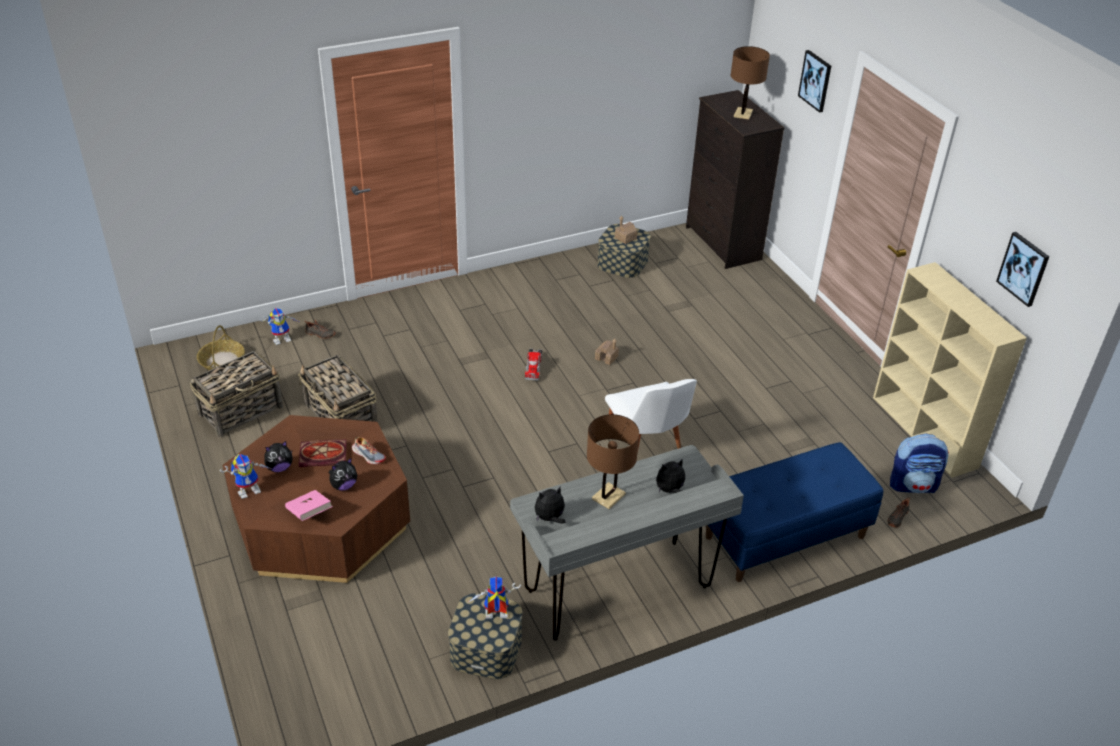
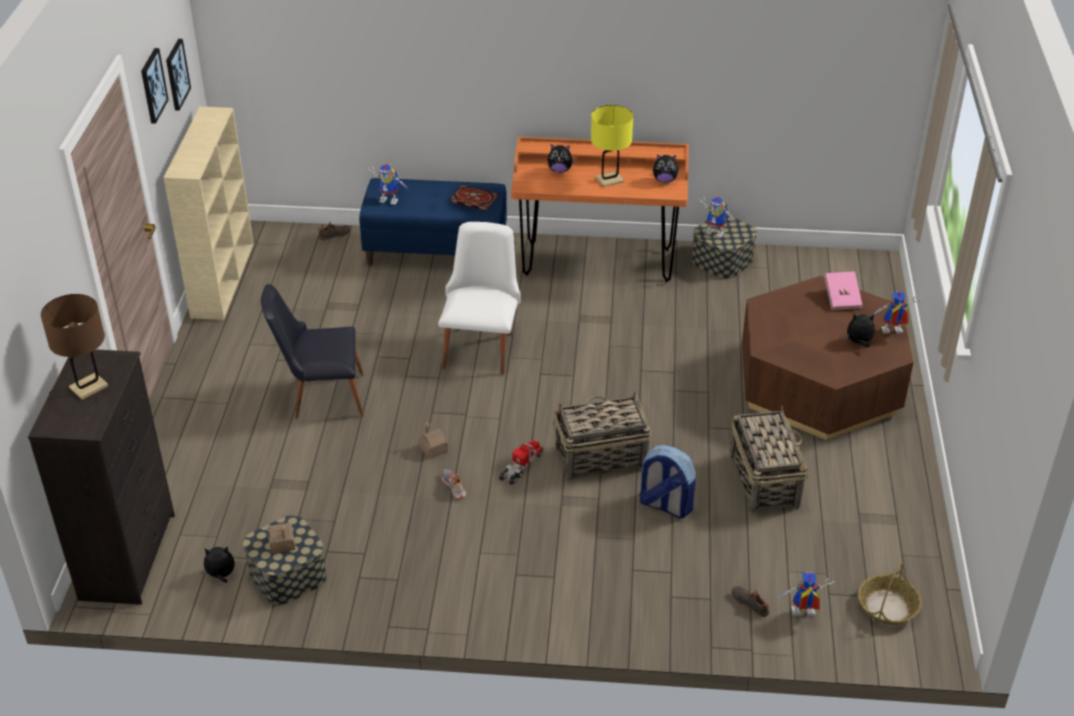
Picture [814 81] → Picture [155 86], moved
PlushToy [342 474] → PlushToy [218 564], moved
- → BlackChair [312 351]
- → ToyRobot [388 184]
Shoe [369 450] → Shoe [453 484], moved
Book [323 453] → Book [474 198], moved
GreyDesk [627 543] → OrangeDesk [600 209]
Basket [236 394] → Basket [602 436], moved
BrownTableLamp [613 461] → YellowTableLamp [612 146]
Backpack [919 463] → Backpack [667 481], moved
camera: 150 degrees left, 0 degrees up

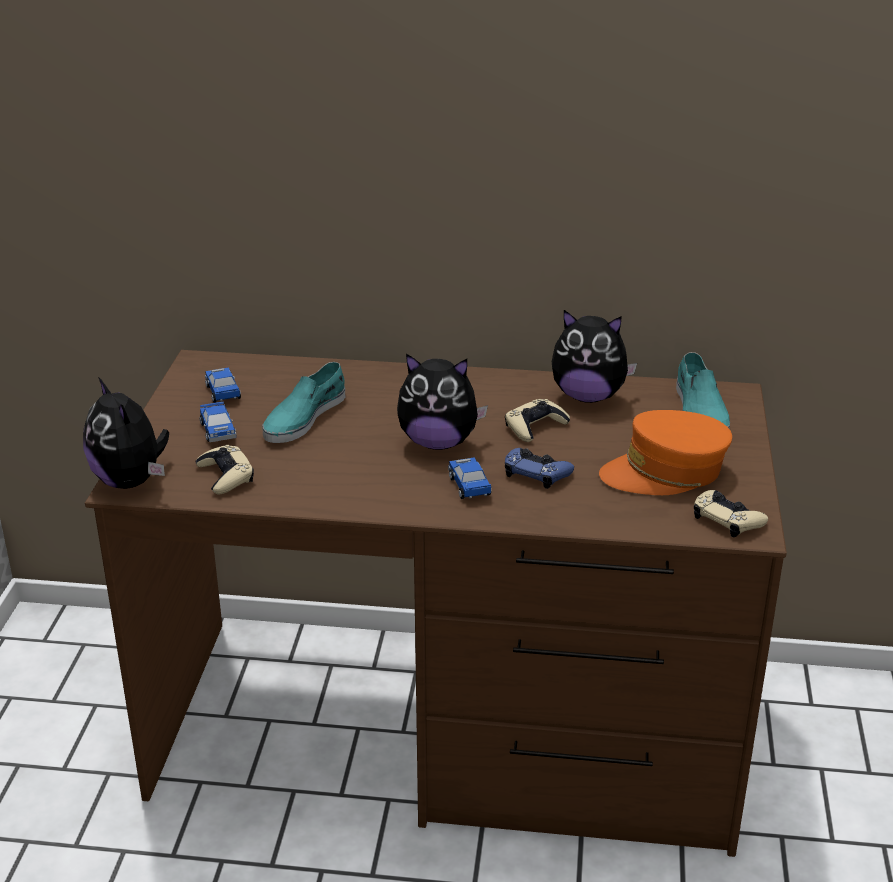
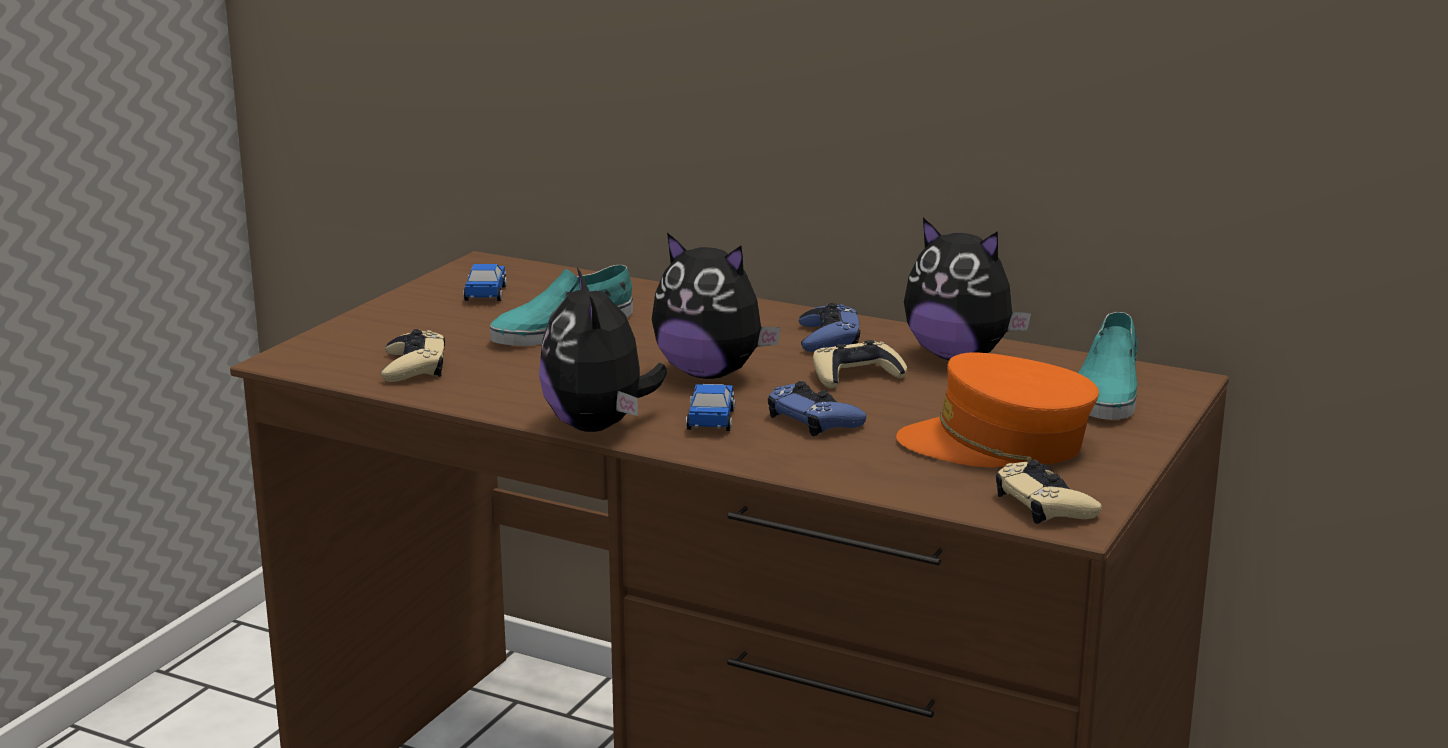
PlushToy [126 433] → PlushToy [603 350], moved
- → BlueGameController [829 327]
ToyCar [218 422] → -
camera: 20 degrees right, 10 degrees down

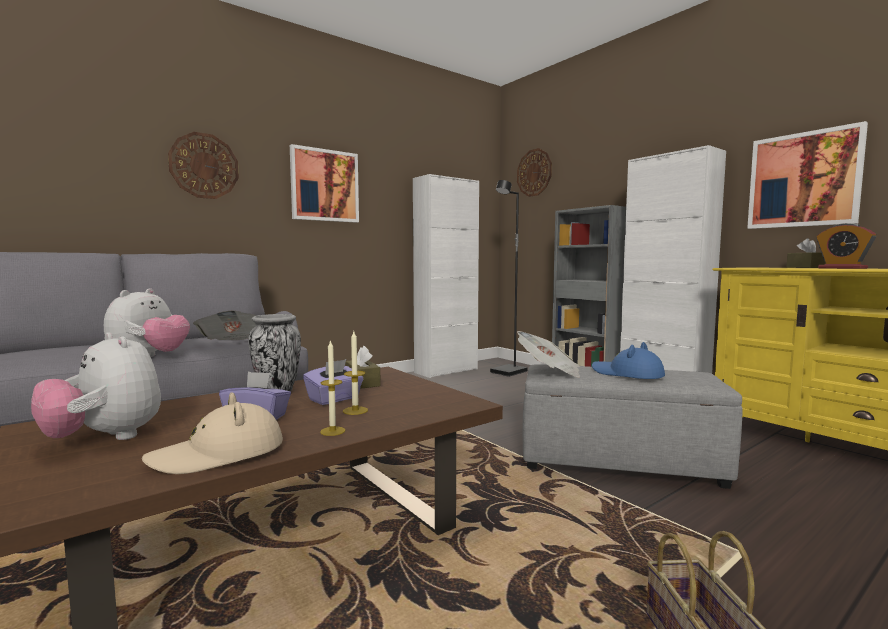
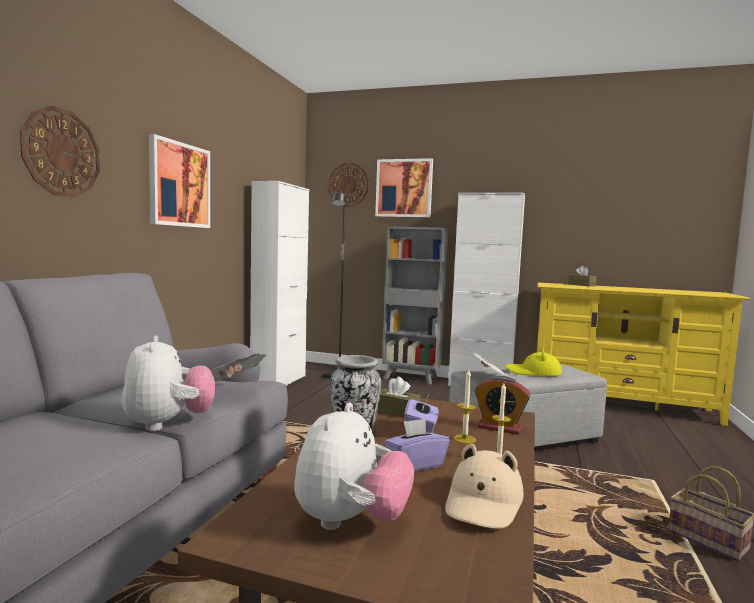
PlushToy [96 386] → PlushToy [354 466], 75 degrees counterclockwise
Picture [807 175] → Picture [404 187], moved
AlarmClock [846 246] → AlarmClock [502 405], moved
BlueHat [628 360] → YellowHat [533 362]
camera: 35 degrees left, 0 degrees up

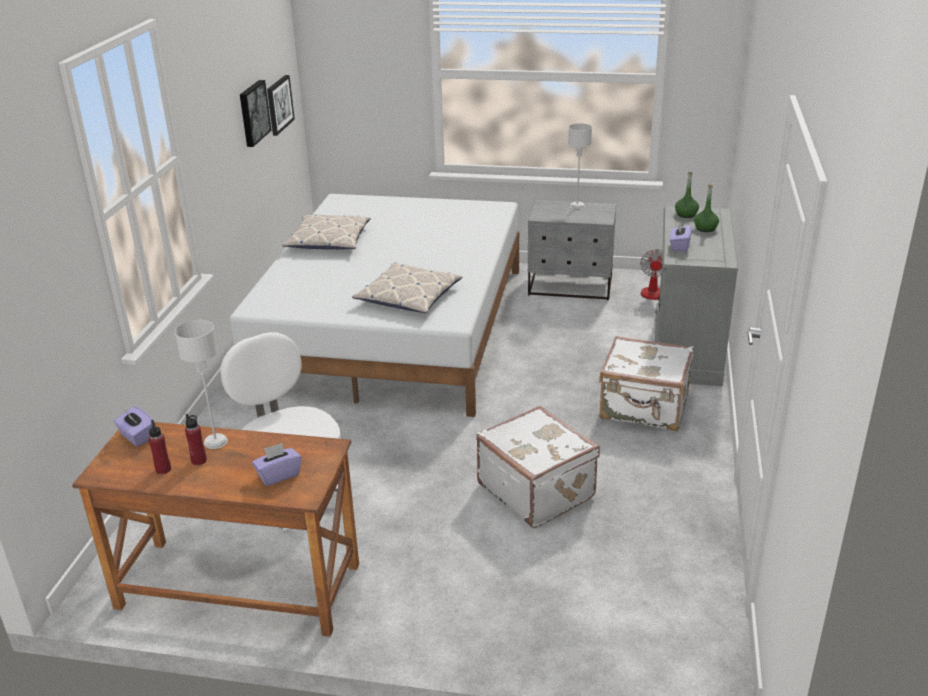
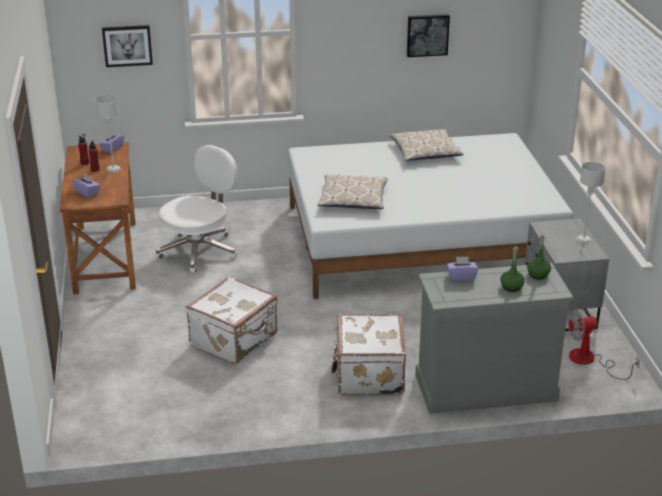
Picture [281 105] → Picture [127 46], moved
camera: 70 degrees right, 0 degrees up

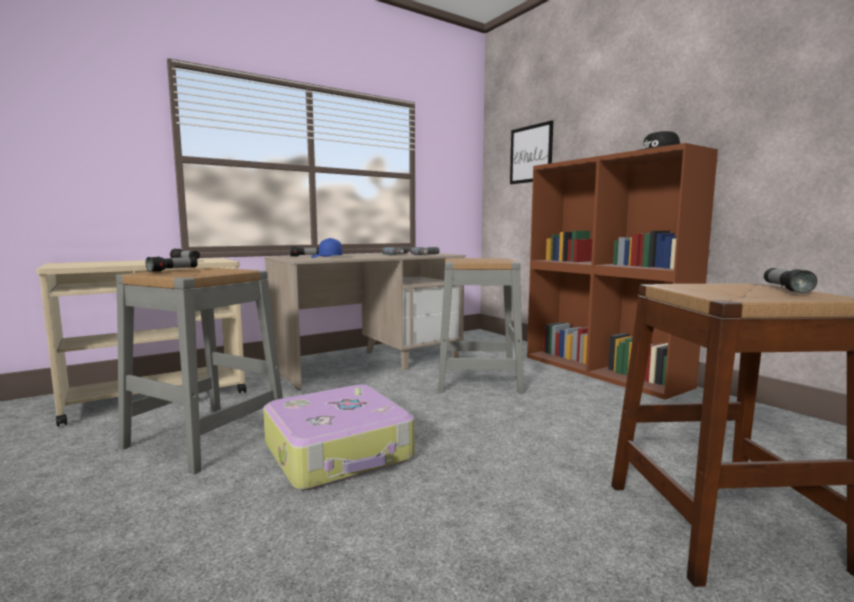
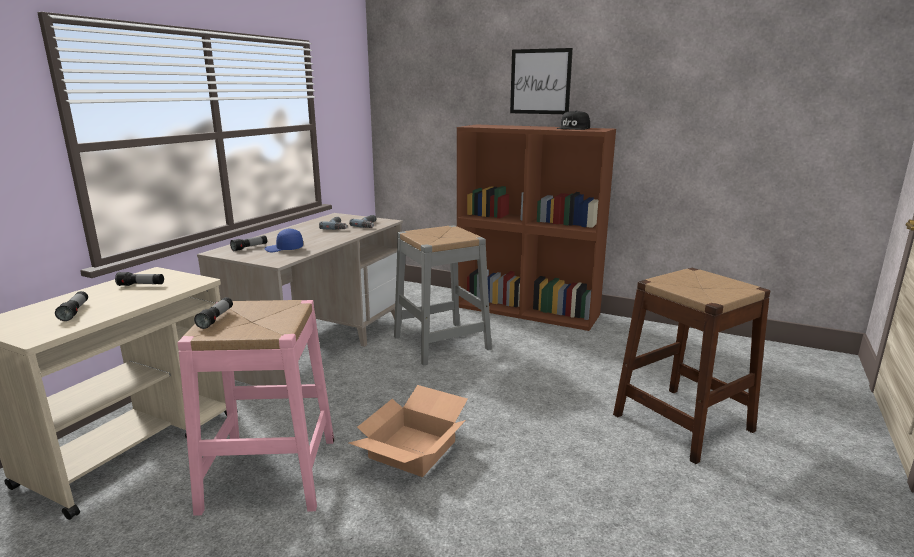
Flashlight [790 280] → Flashlight [71 306], moved
GreyStool [199 371] → PinkStool [255 408]
Suitcase [338 437] → CardboardBox [408 431]
Picture [531 152] → Picture [541 81], moved
camera: 30 degrees left, 10 degrees up

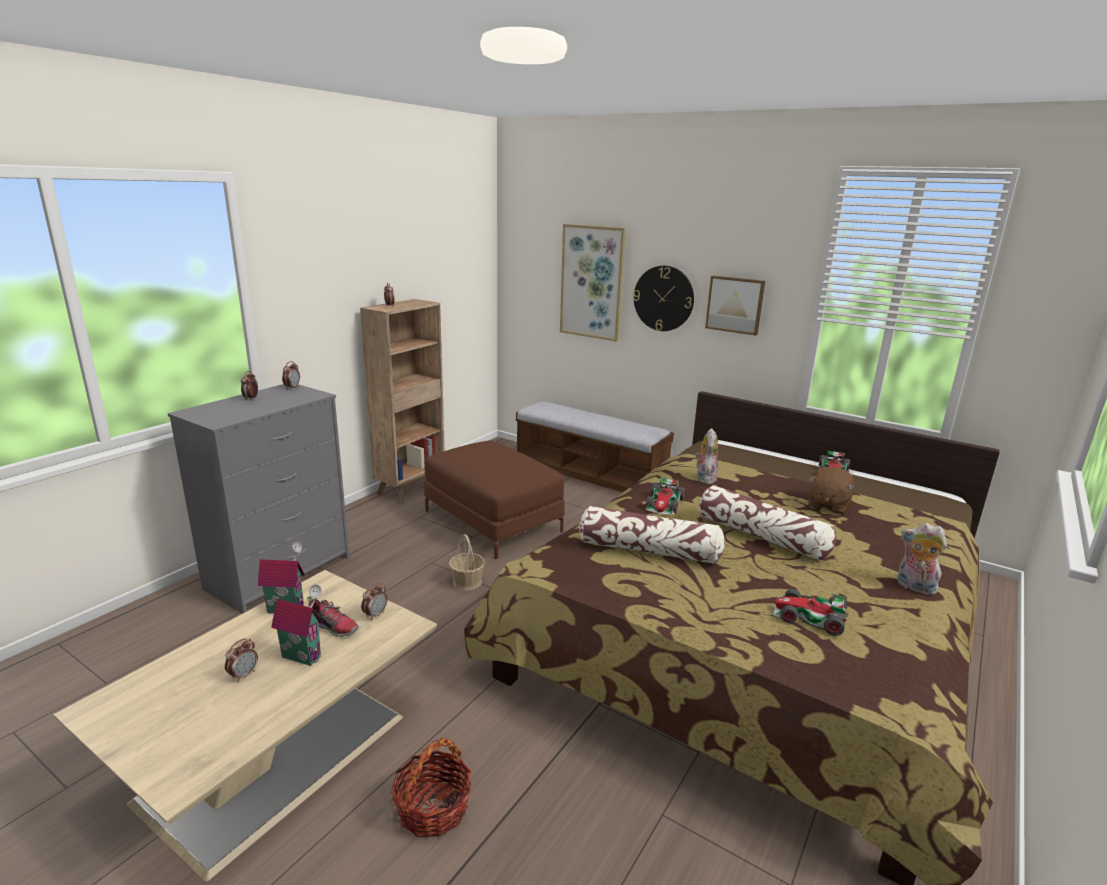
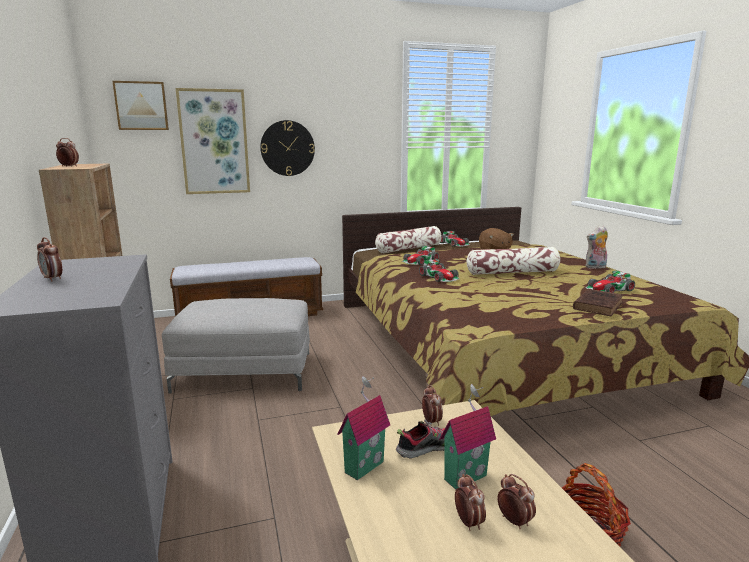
Picture [735 305] → Picture [140 105], moved
BrownOttoman [494 499] → GreyOttoman [236 346]
Pillow [652 535] → Pillow [408 240], moved
PlushToy [706 456] → ToyCar [420 255]
AlarmClock [291 375] → AlarmClock [516 501], moved
- → BrownBook [598 302]
Basket [467 562] → -
camera: 50 degrees left, 5 degrees down

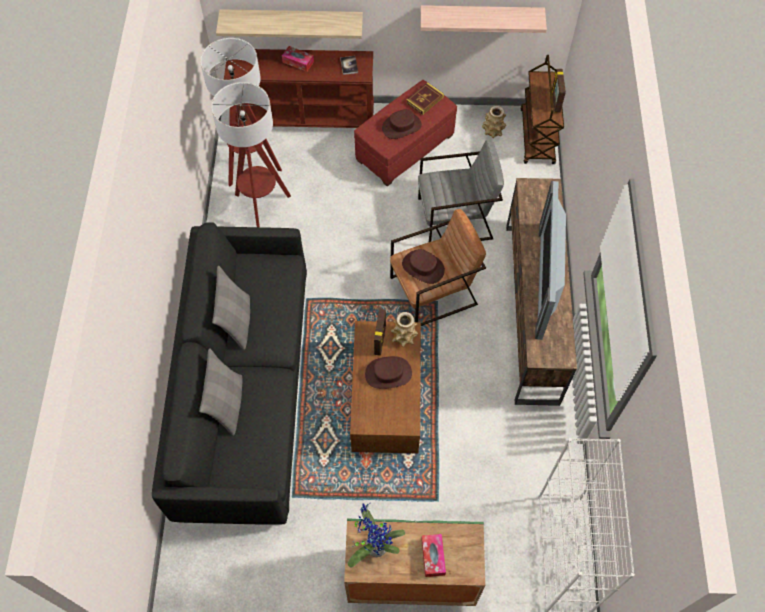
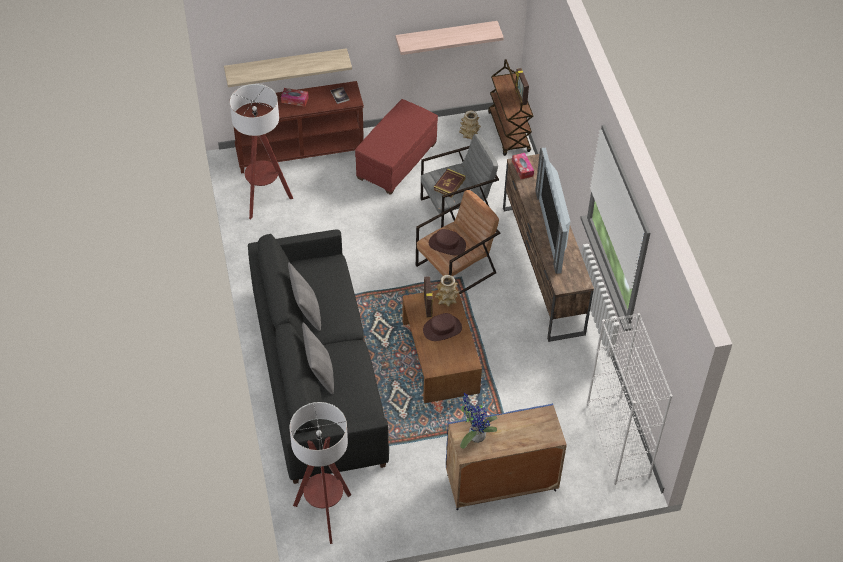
FloorLamp [251 154] → FloorLamp [320 473], moved
Book [425 98] → Book [450 183], moved
GreenCabinet [414 562] → BlueCabinet [506 457]
TissueBox [433 555] → TissueBox [523 166], moved
BrownHat [402 124] → -
camera: 15 degrees left, 10 degrees down

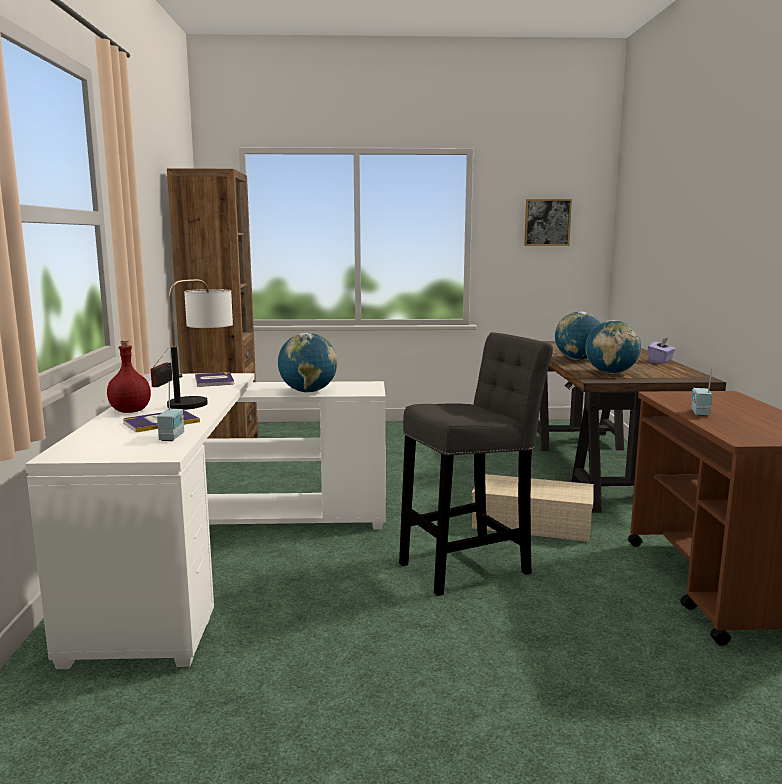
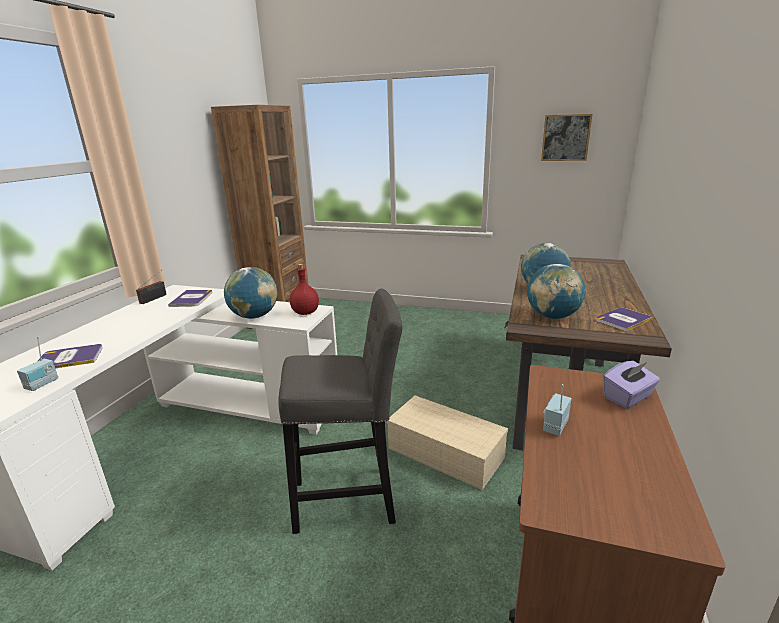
RedBottle [129 376] → RedBottle [304 289], moved
- → Book [624 319]
PurpleTissueBox [662 350] → PurpleTissueBox [631 384], moved
TableLamp [200 344] → -
camera: 20 degrees right, 10 degrees up

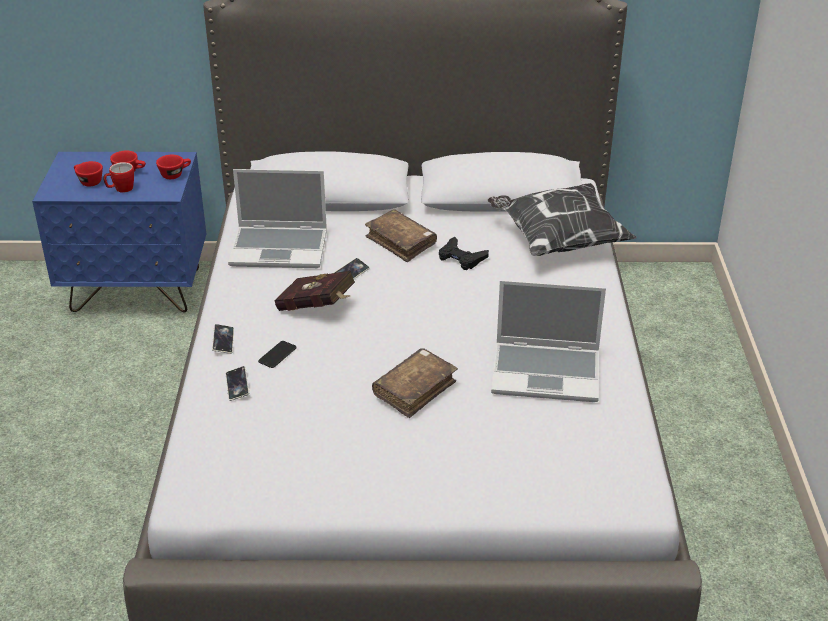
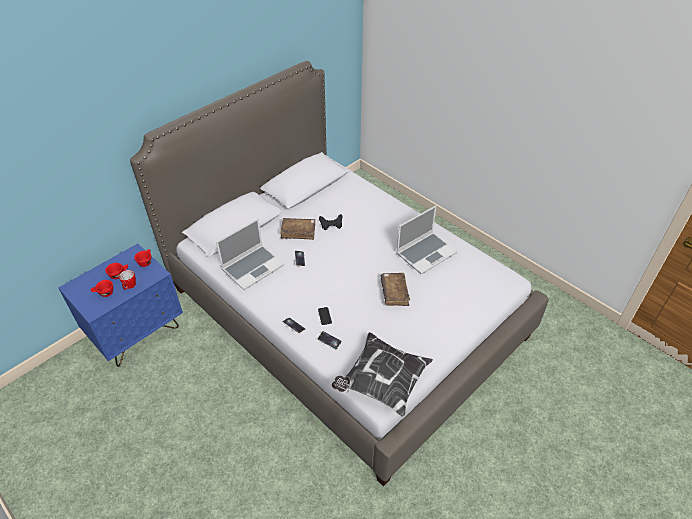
Pillow [562 219] → Pillow [382 374], moved
RedBook [314 291] → -
camera: 45 degrees left, 10 degrees up

